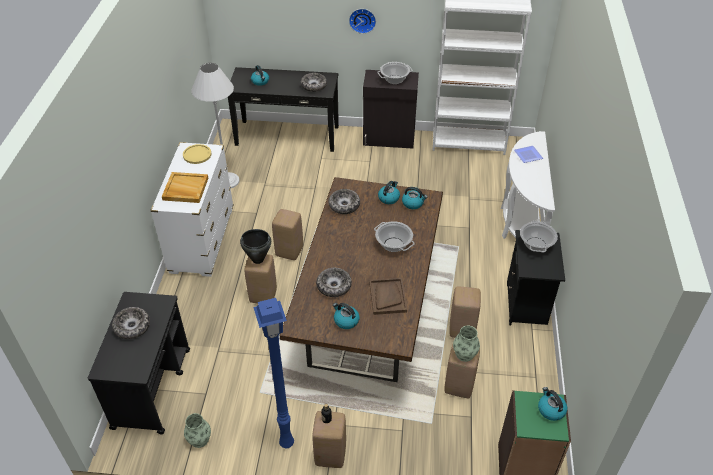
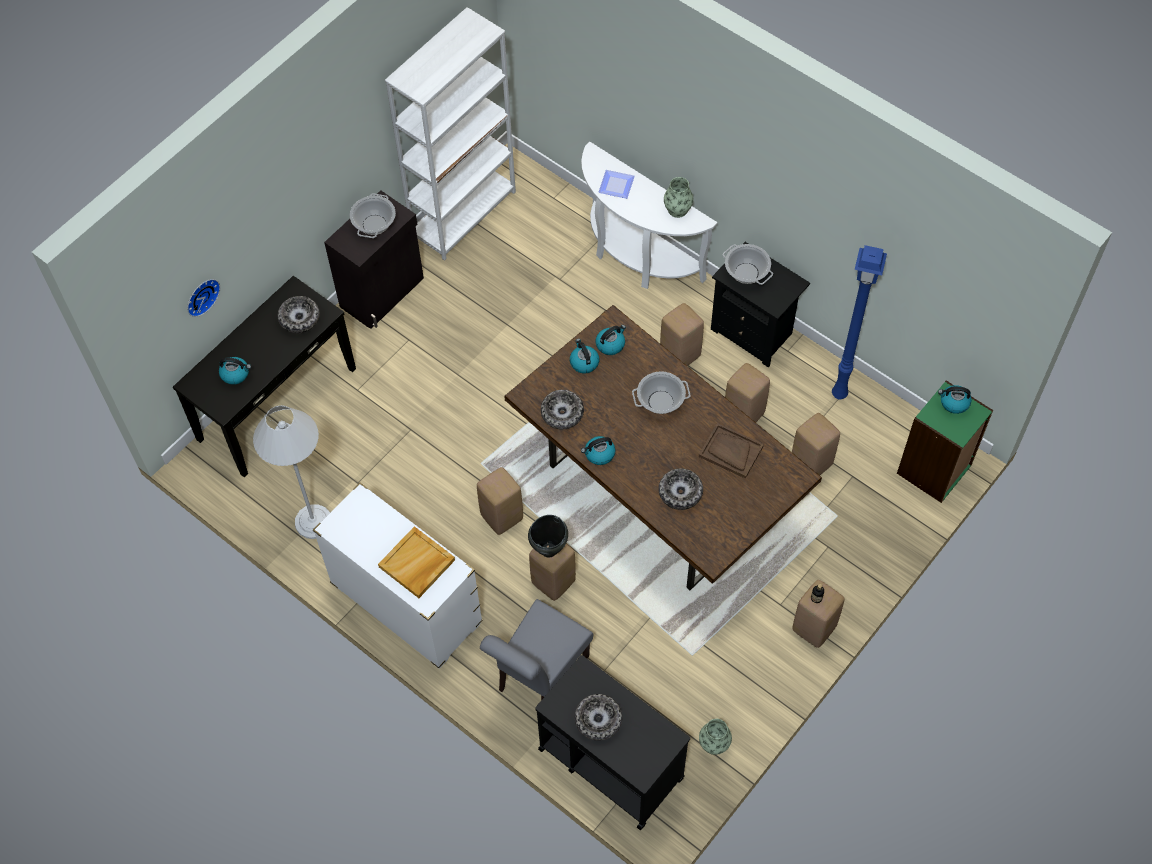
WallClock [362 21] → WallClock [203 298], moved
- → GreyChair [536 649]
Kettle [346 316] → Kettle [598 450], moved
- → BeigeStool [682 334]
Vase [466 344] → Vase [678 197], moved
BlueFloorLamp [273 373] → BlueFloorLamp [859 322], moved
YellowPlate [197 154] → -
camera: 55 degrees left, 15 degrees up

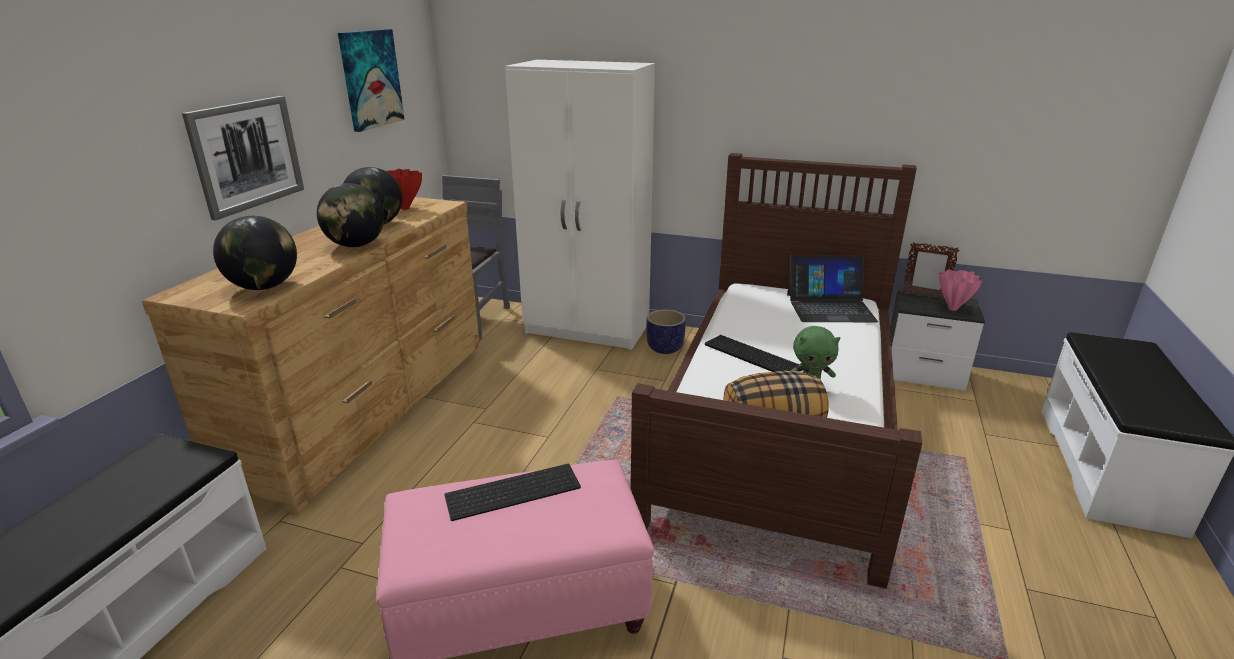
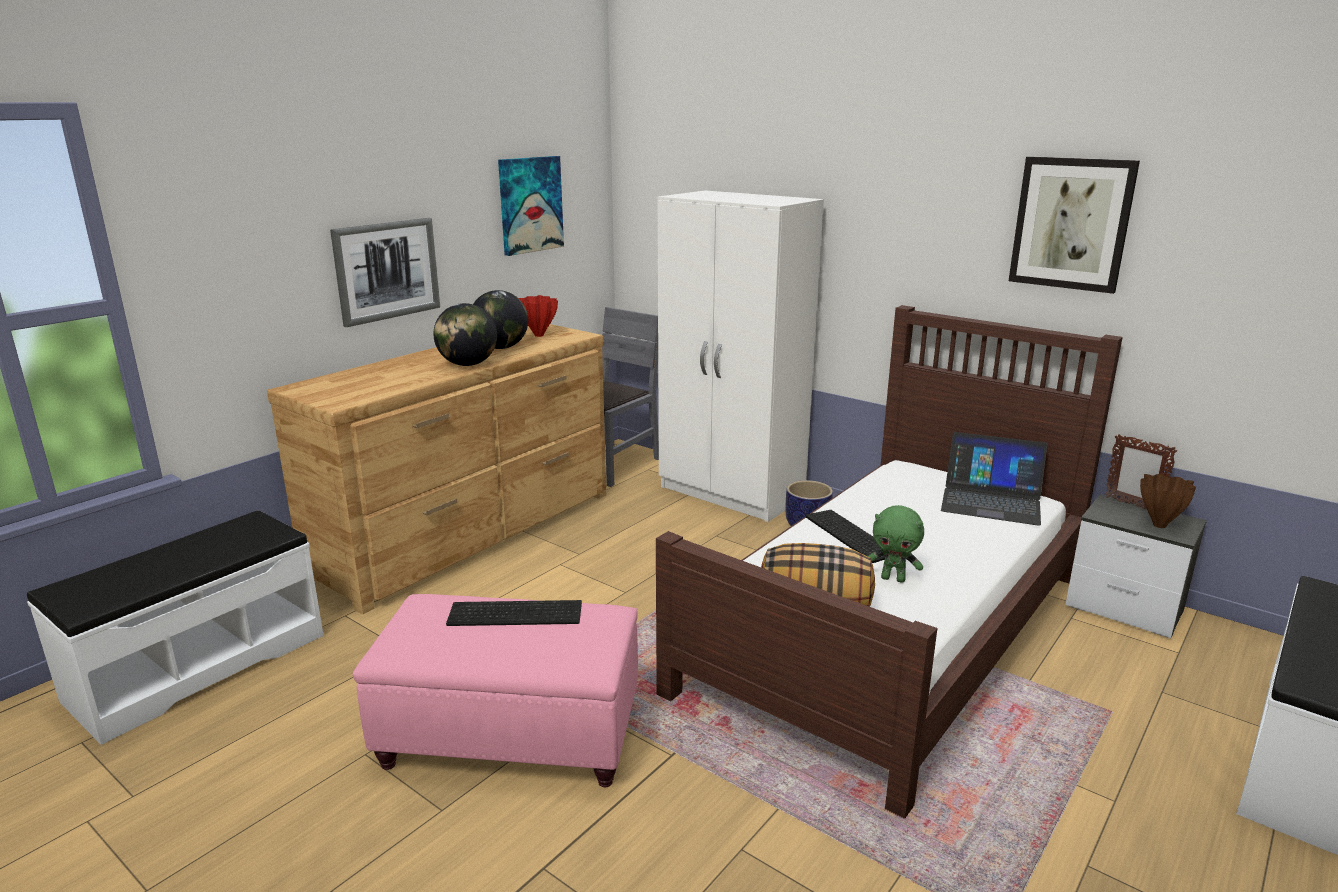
- → Picture [1074 225]
PinkVase [960 290] → BrownVase [1168 501]
Globe [255 253] → -
camera: 20 degrees right, 5 degrees down

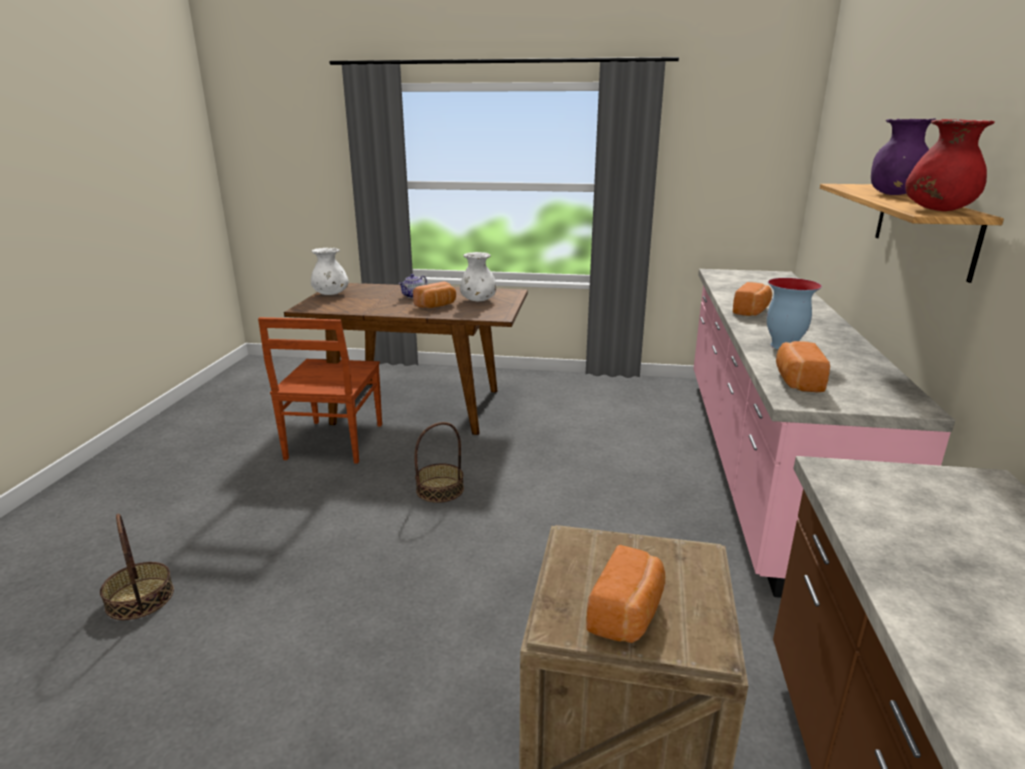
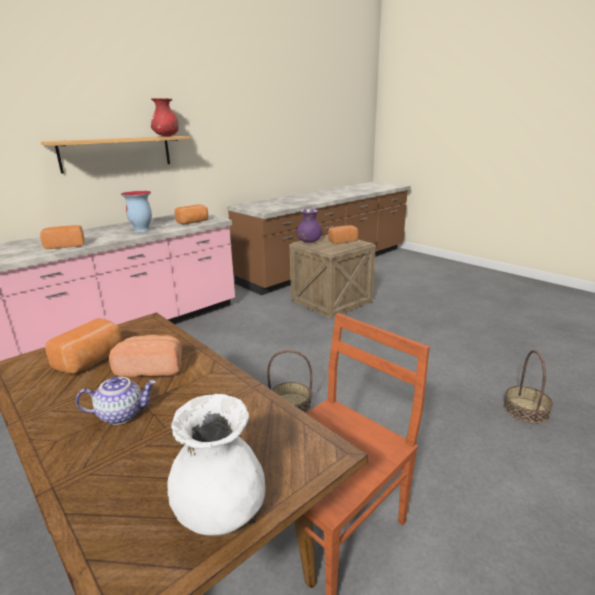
WhiteVase [478 276] → Bread [83 346]
PurpleVase [903 156] → PurpleVase [309 226], moved
camera: 140 degrees left, 0 degrees up

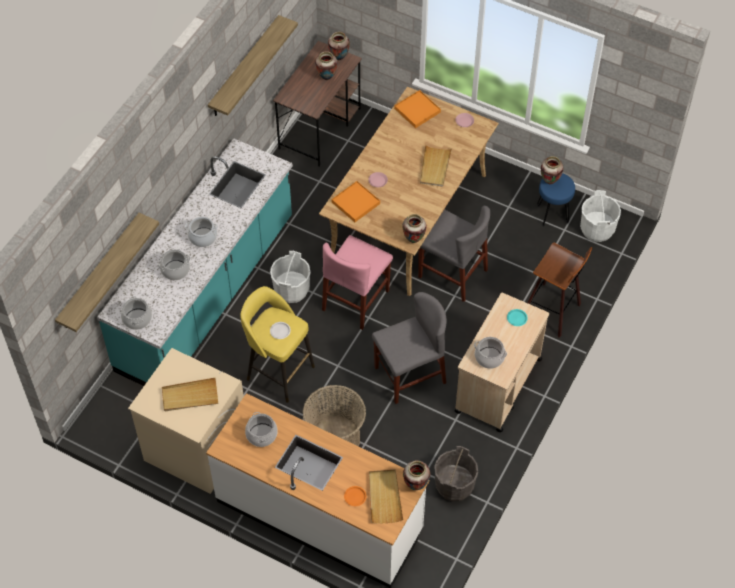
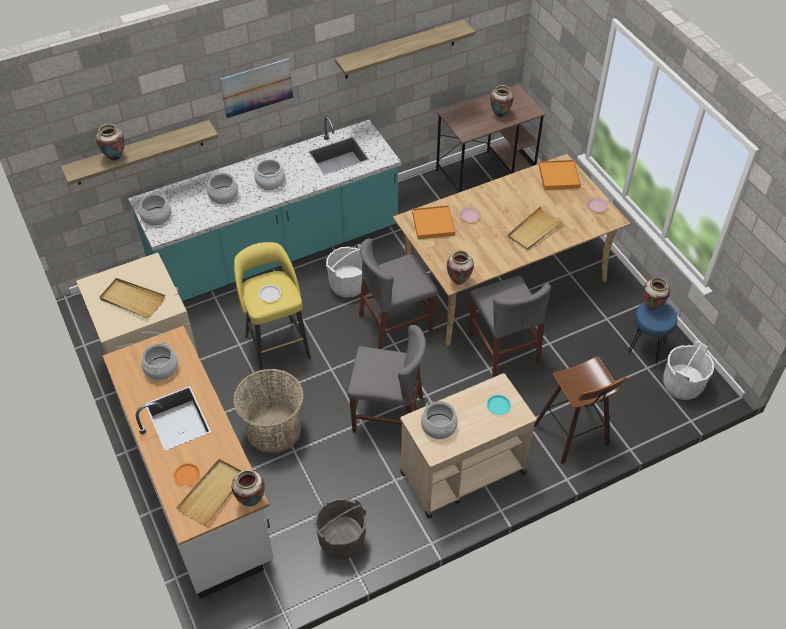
Vase [339 46] → Vase [110 142], moved
- → Picture [256 88]
PinkChair [357 282] → GreyChair [398 294]
camera: 35 degrees right, 5 degrees down

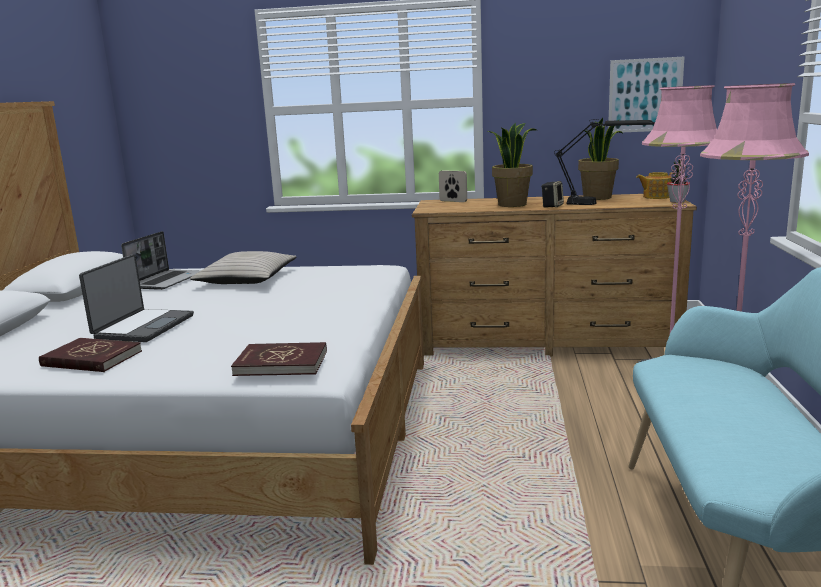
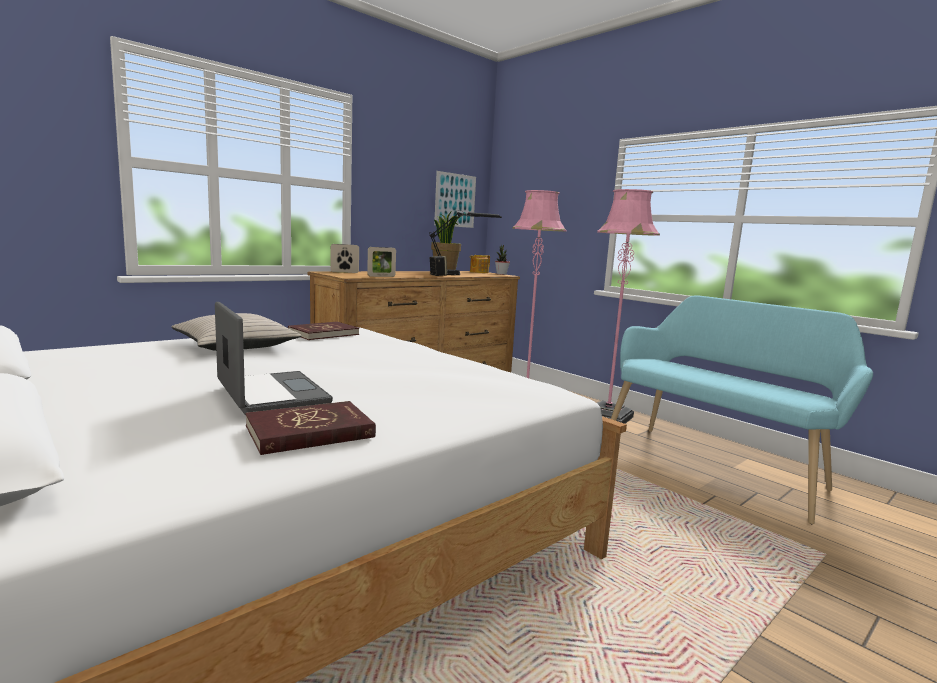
RedBook [279 359] → RedBook [323 331], moved
- → PictureFrame [381 262]
Laptop [160 260] → -
PottedPlant [512 164] → -
camera: 50 degrees left, 5 degrees down

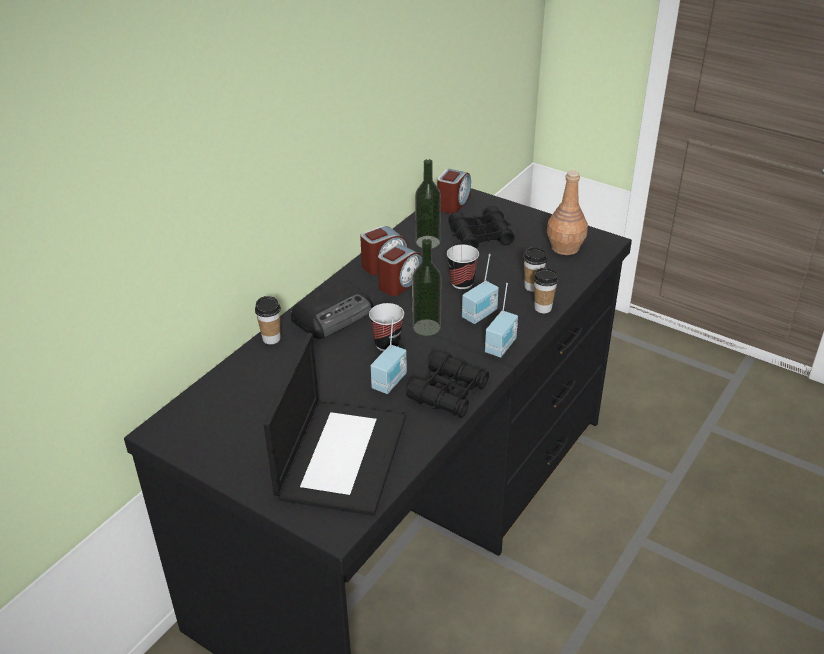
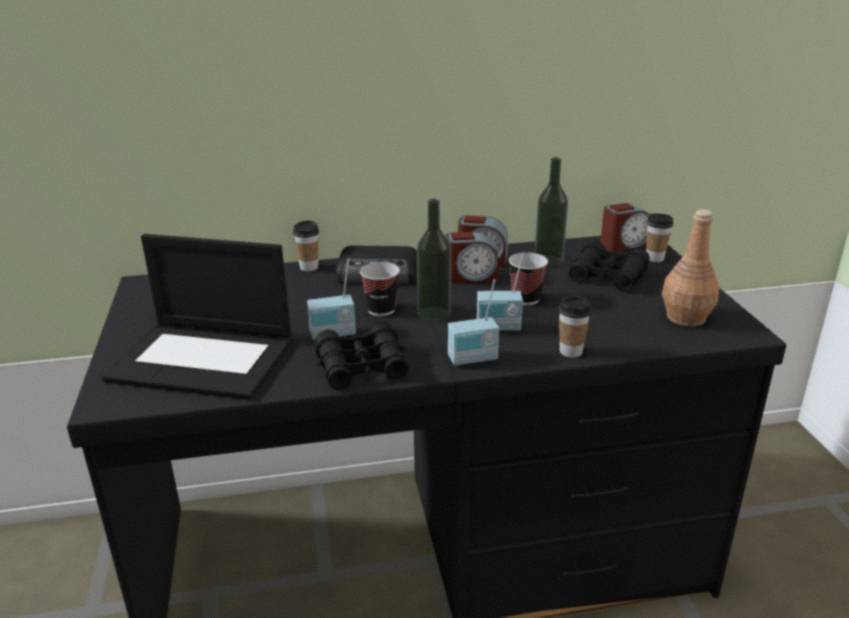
Laptop [335 424] → Laptop [196 317], 45 degrees clockwise
Cup [535 269] → Cup [659 237], moved
camera: 45 degrees right, 10 degrees down

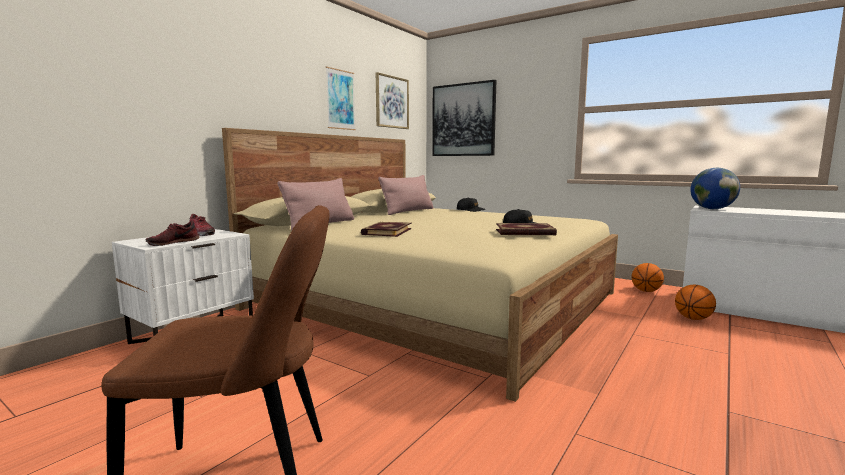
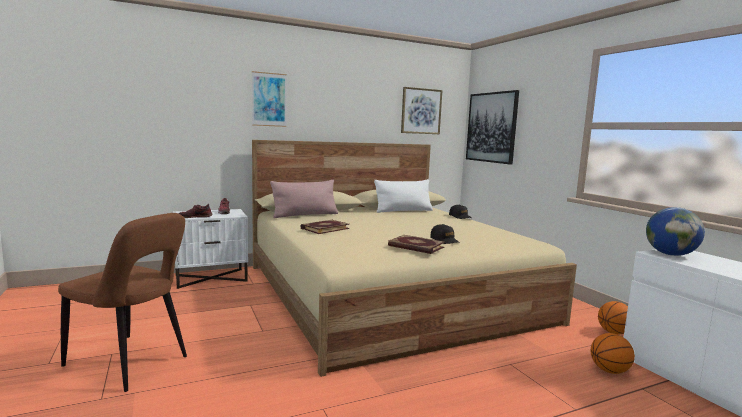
Picture [341 98] → Picture [269 99], moved
PinkPillow [405 195] → WhitePillow [403 196]
camera: 30 degrees right, 0 degrees up

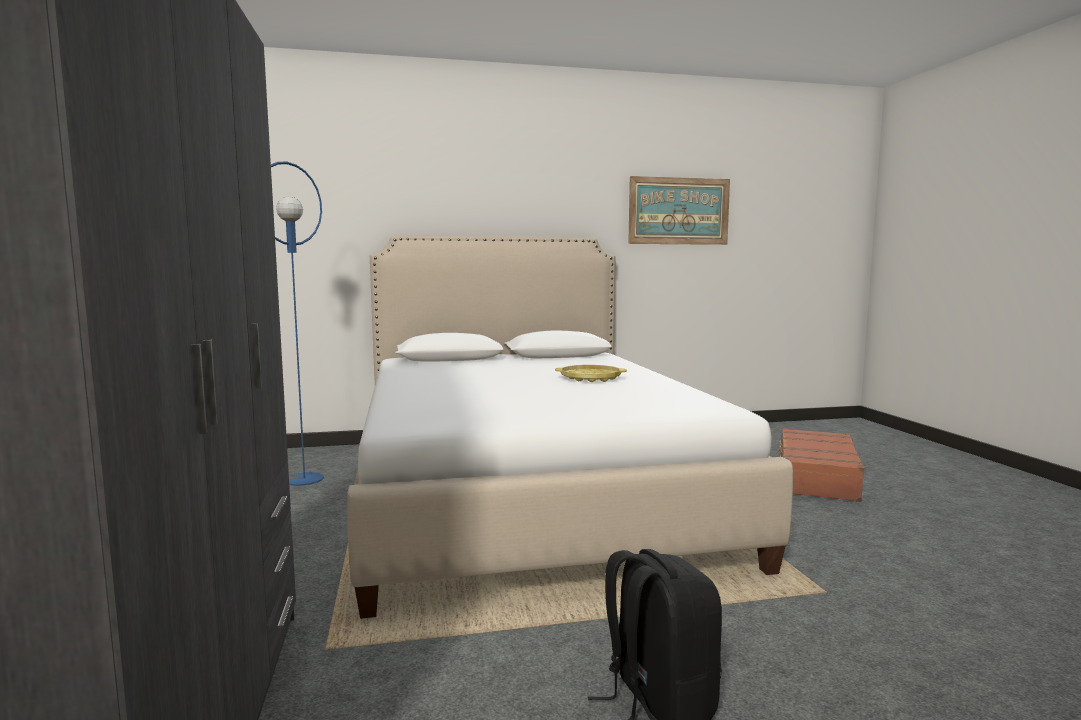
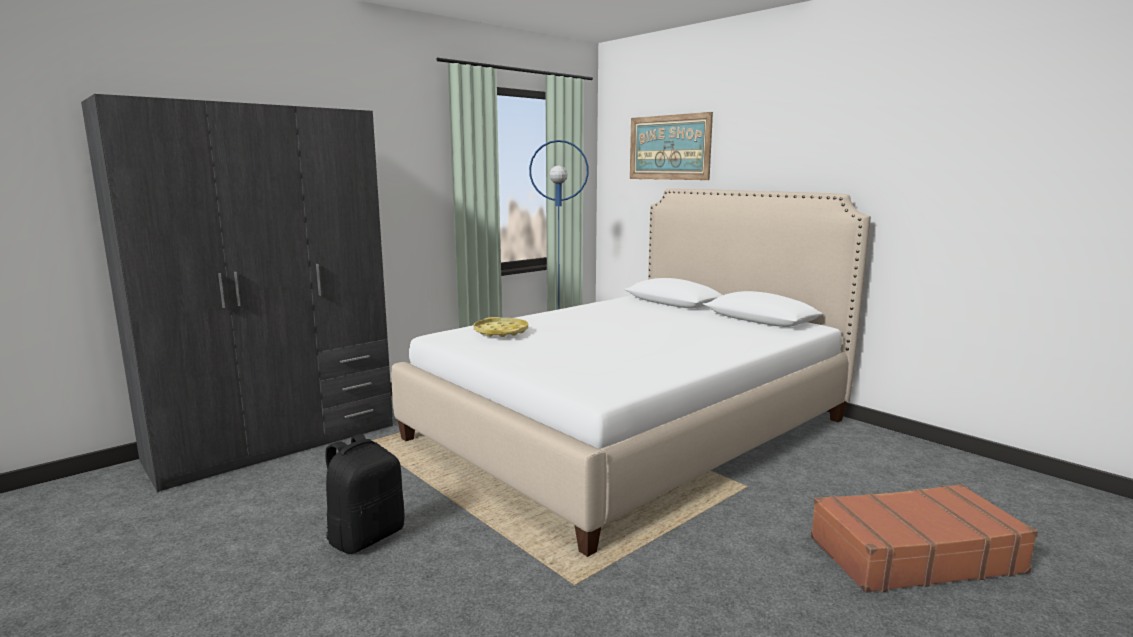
YellowTray [591 373] → YellowTray [500 327], moved
Picture [679 210] → Picture [671 146], moved
camera: 60 degrees right, 5 degrees up

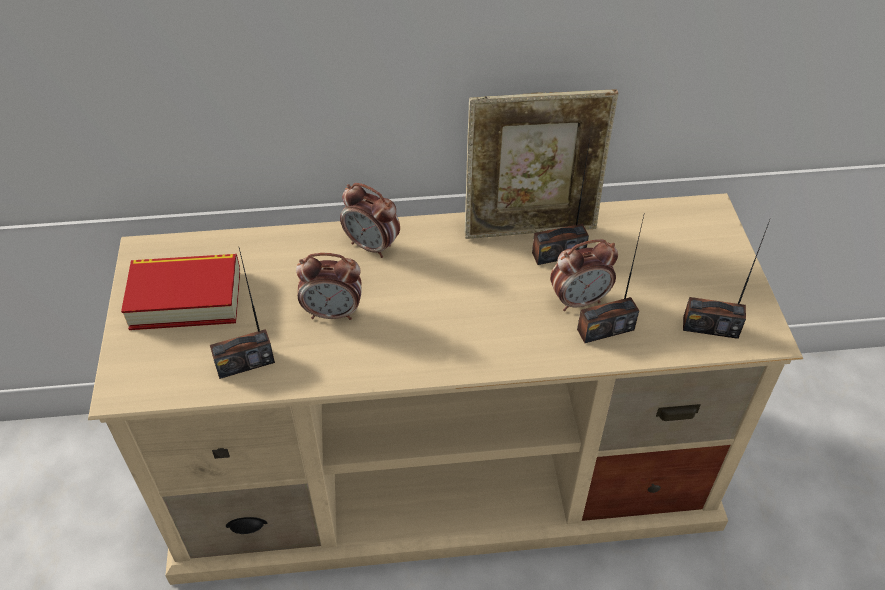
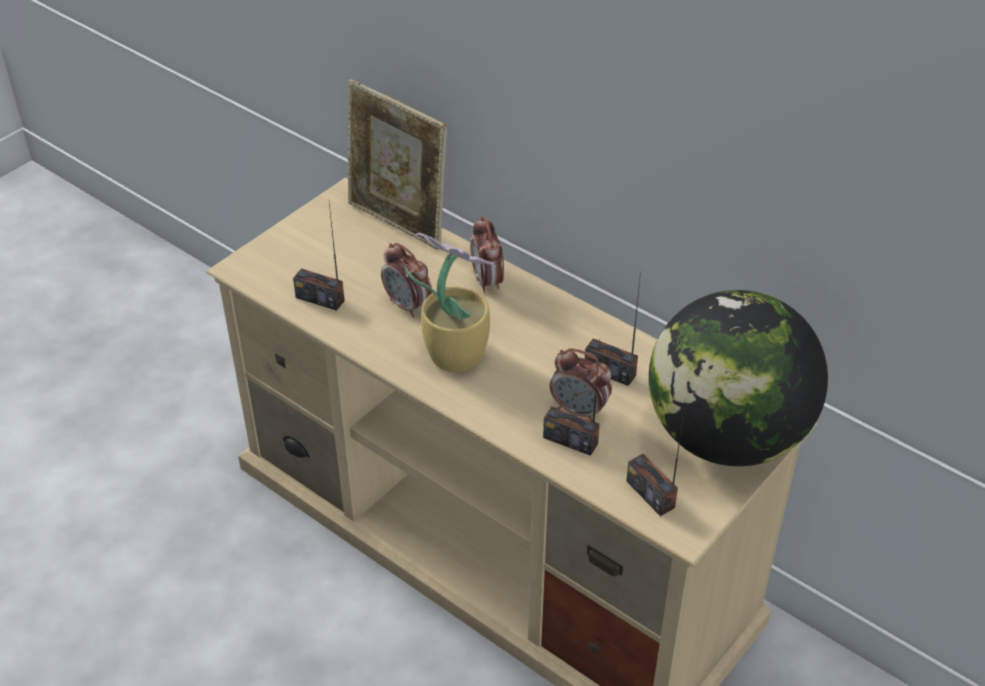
PictureFrame [542 164] → PictureFrame [397 164], moved
- → PottedPlant [450 302]
- → Globe [738 378]
Book [180 292] → -
camera: 45 degrees right, 5 degrees down

